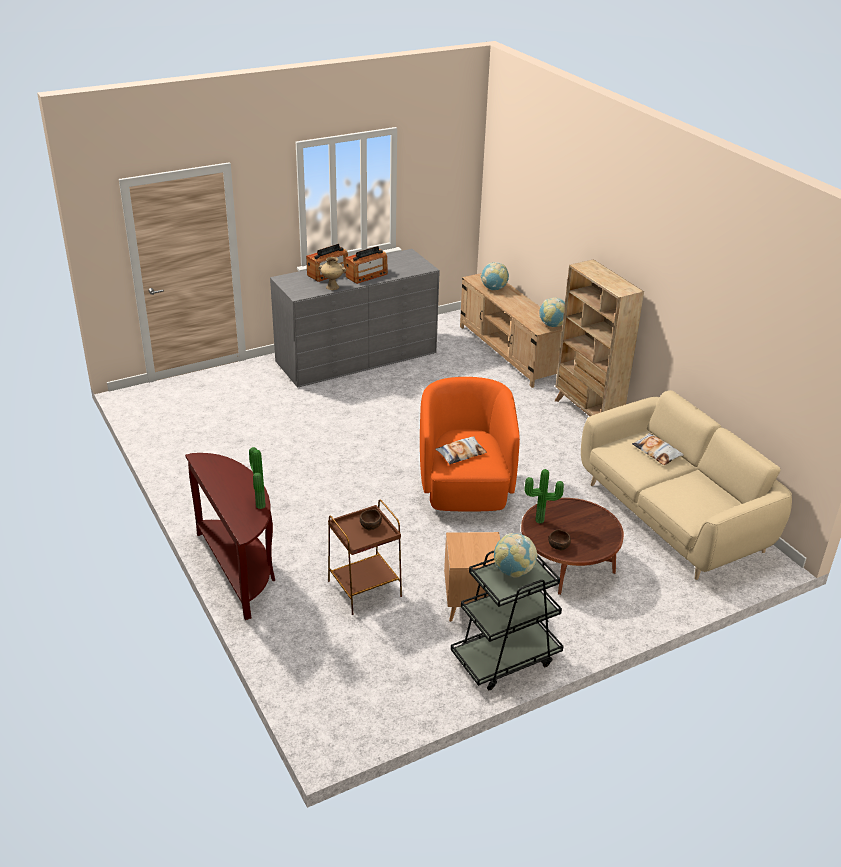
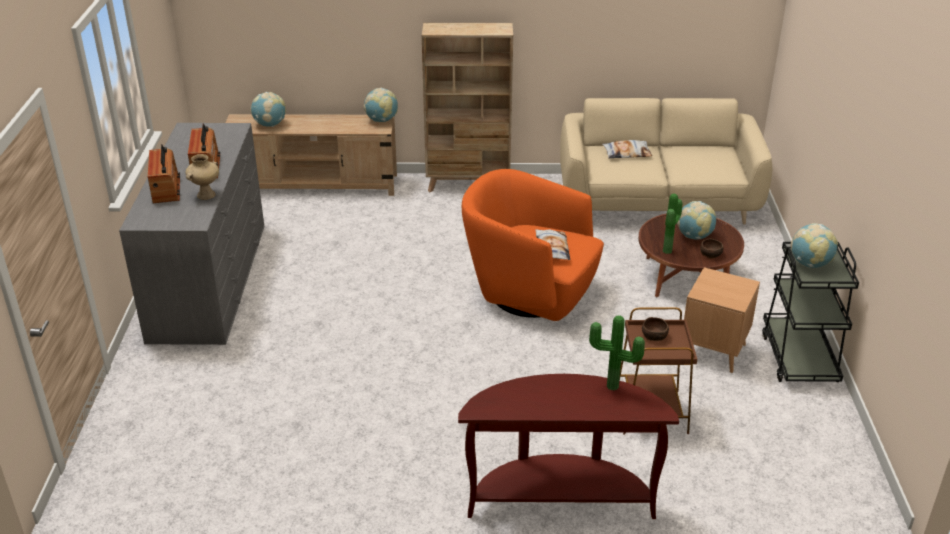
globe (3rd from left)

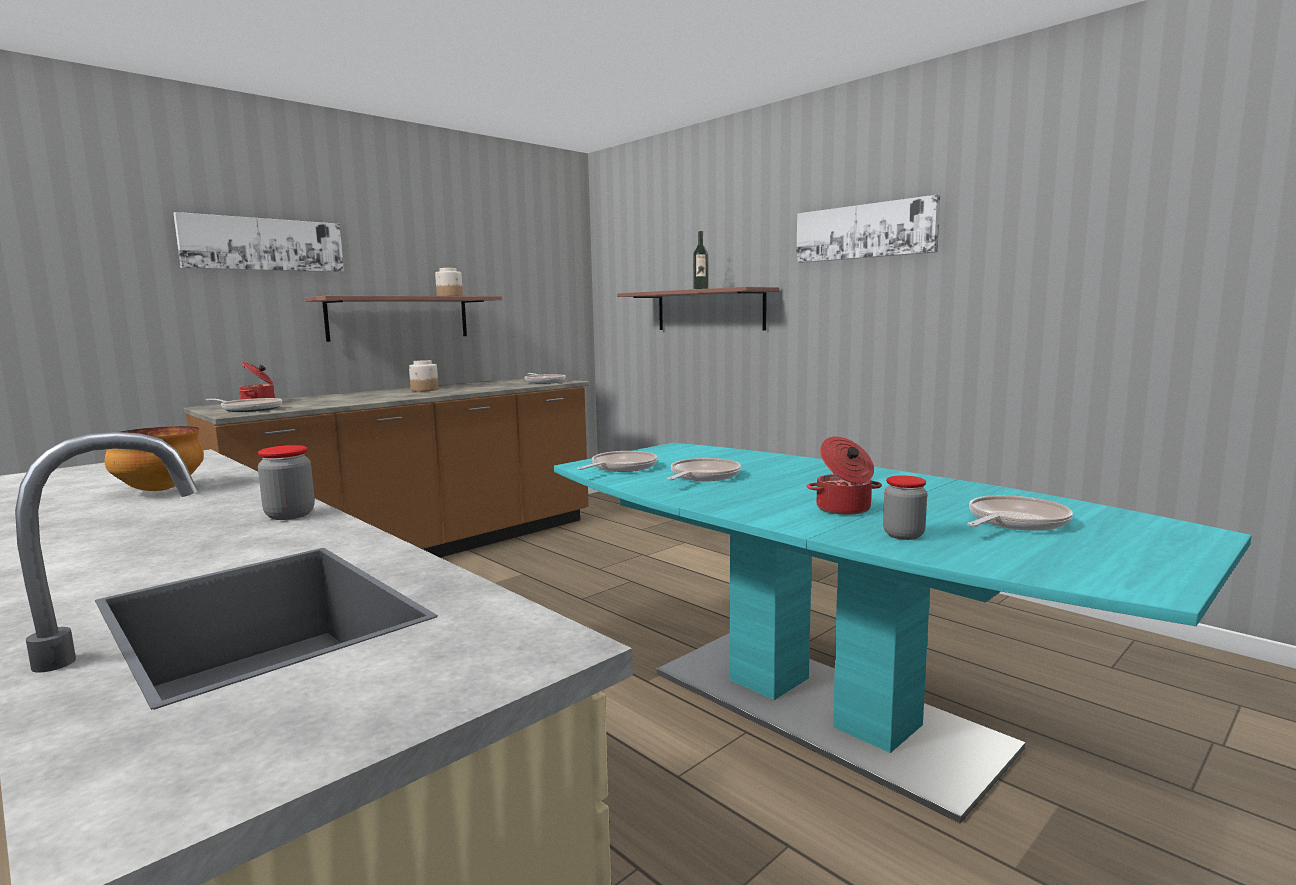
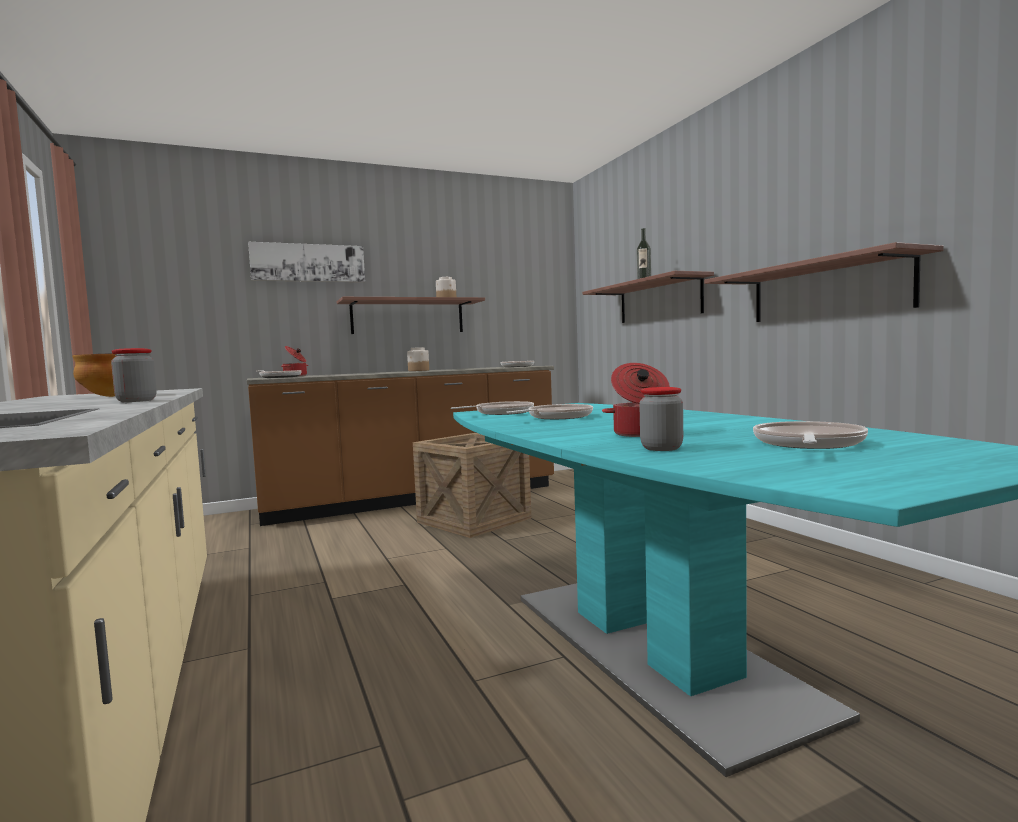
picture (2nd from left in the first image); frying pan (5th from left); crate; shelf (3rd from left)

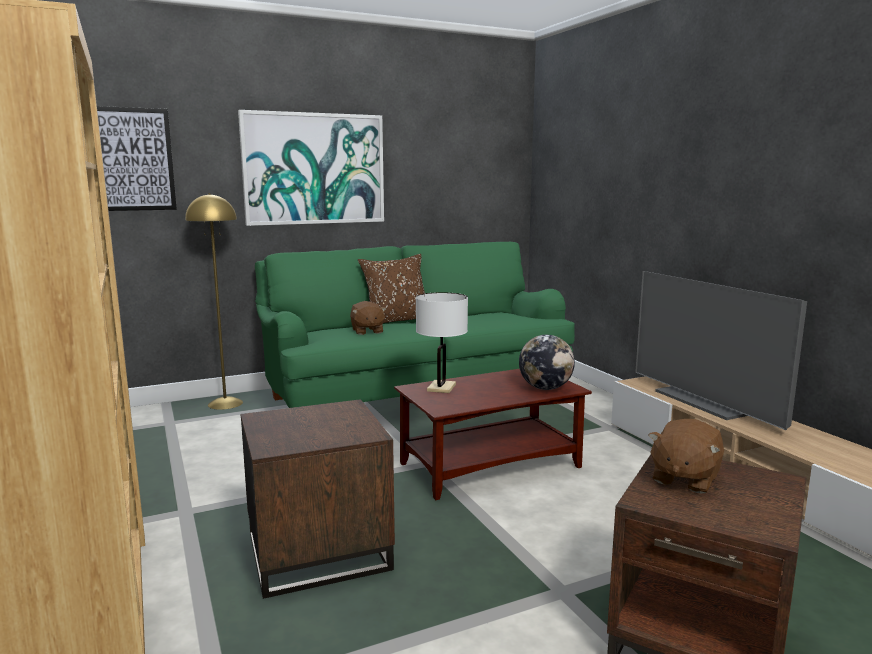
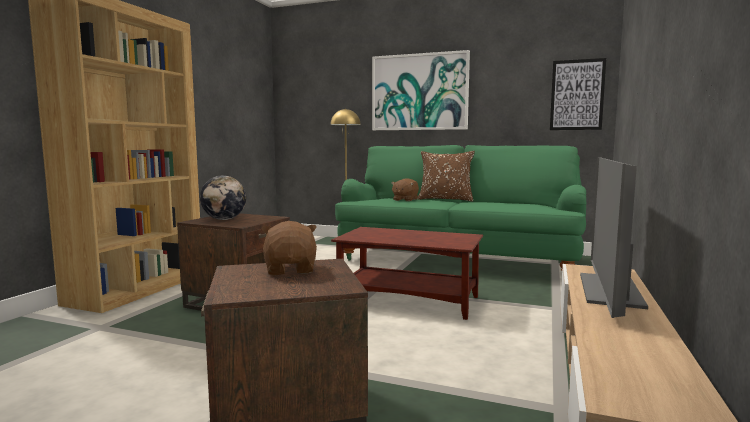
picture (2nd from left); table lamp in white; globe; plush toy in brown (1st from left)

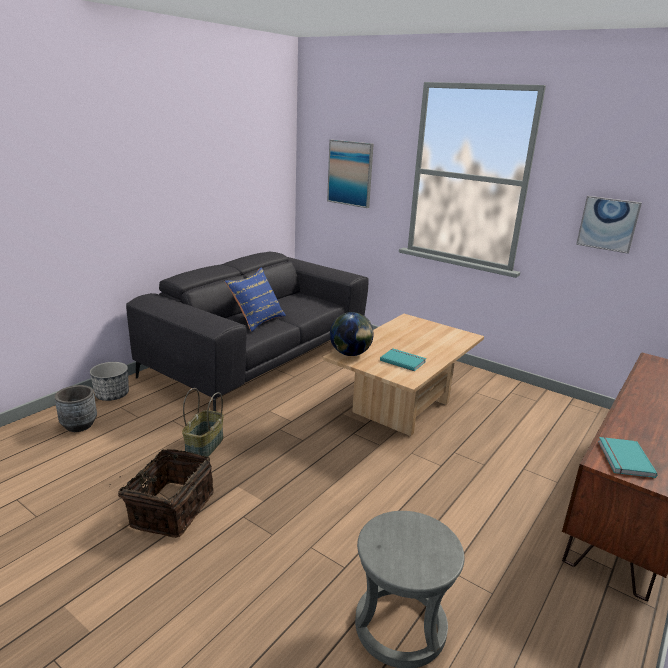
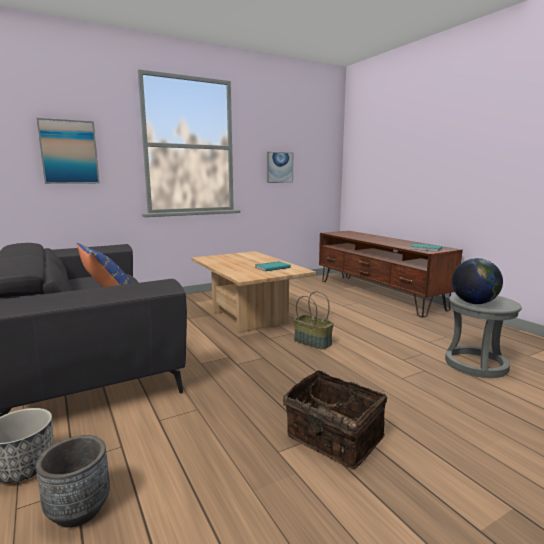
basket (1st from left); globe

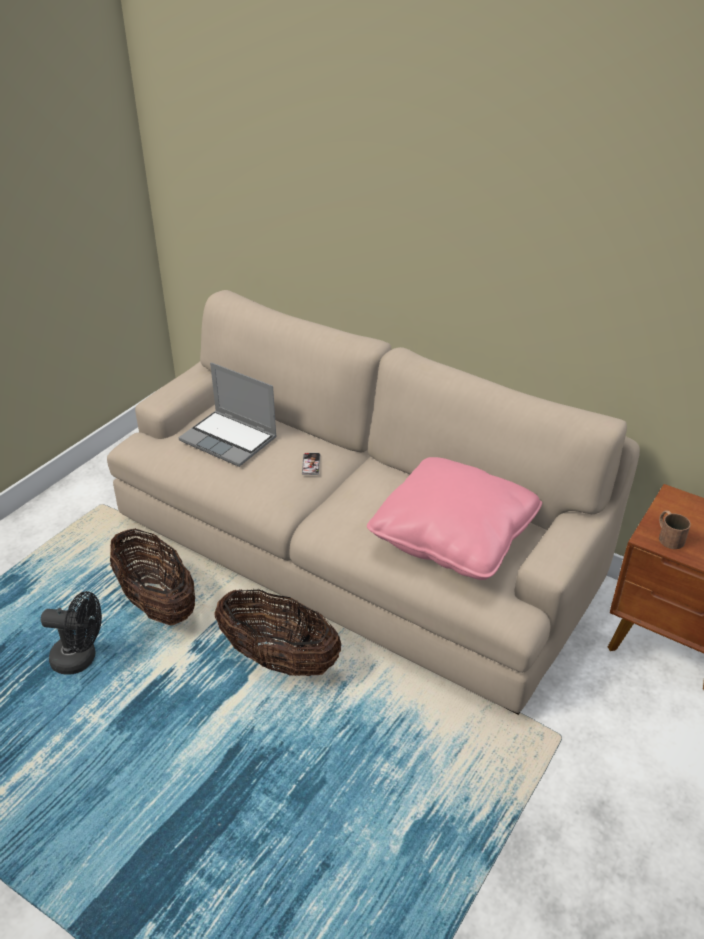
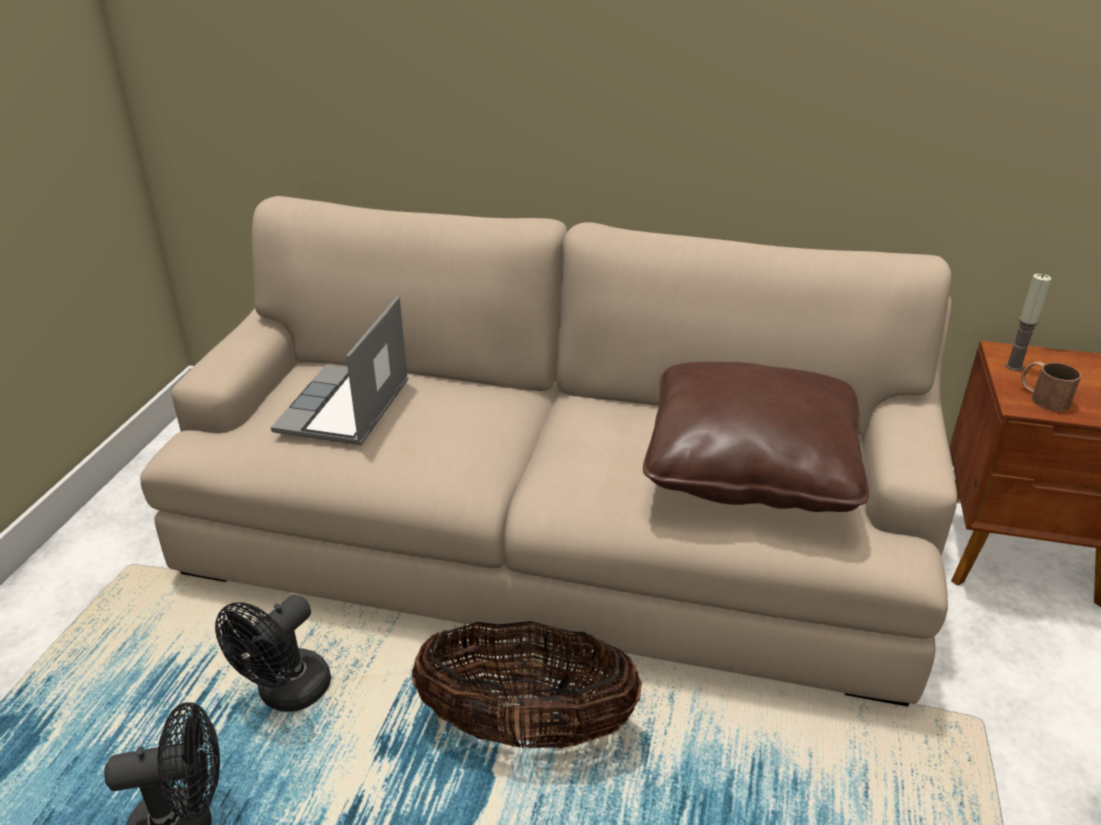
fan in black (2nd from left); laptop; phone; pillow in brown; candle

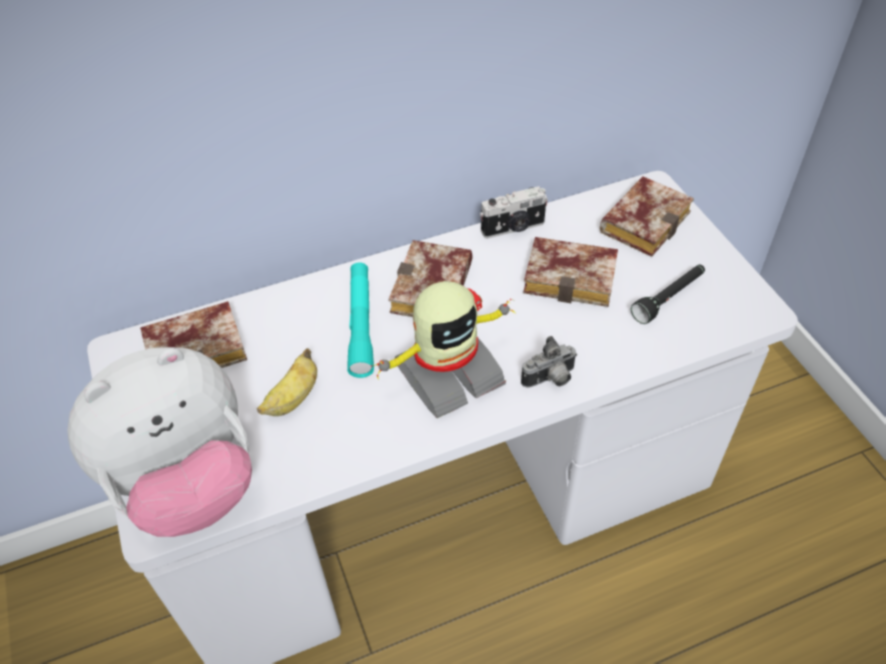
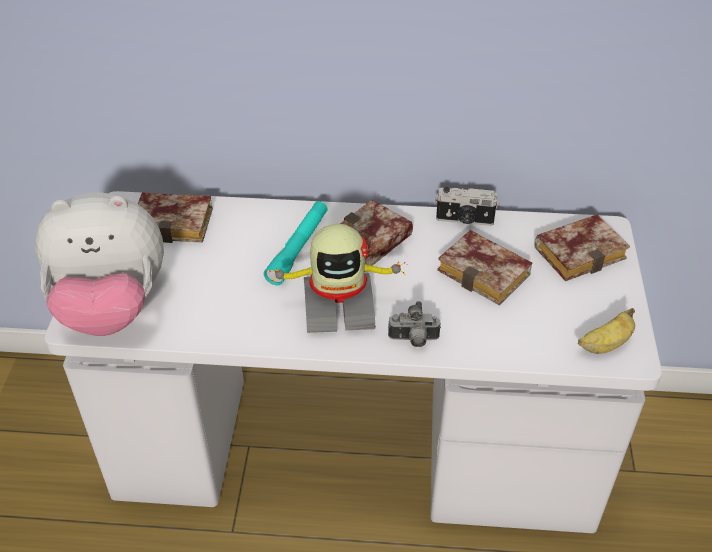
banana; flashlight in black

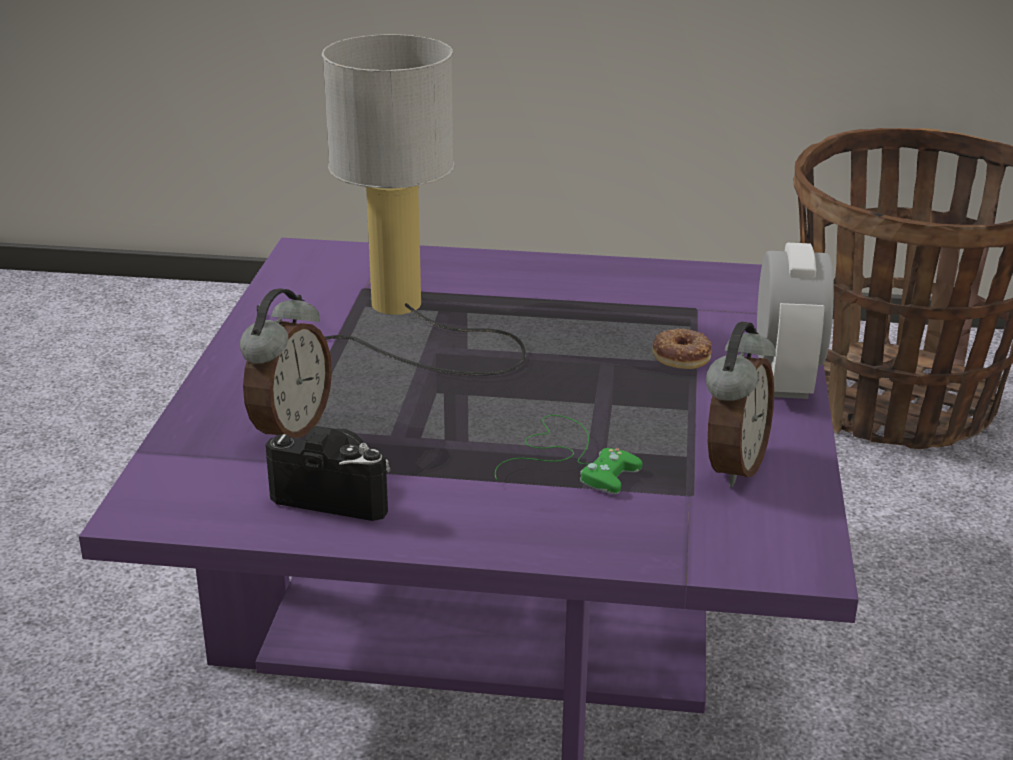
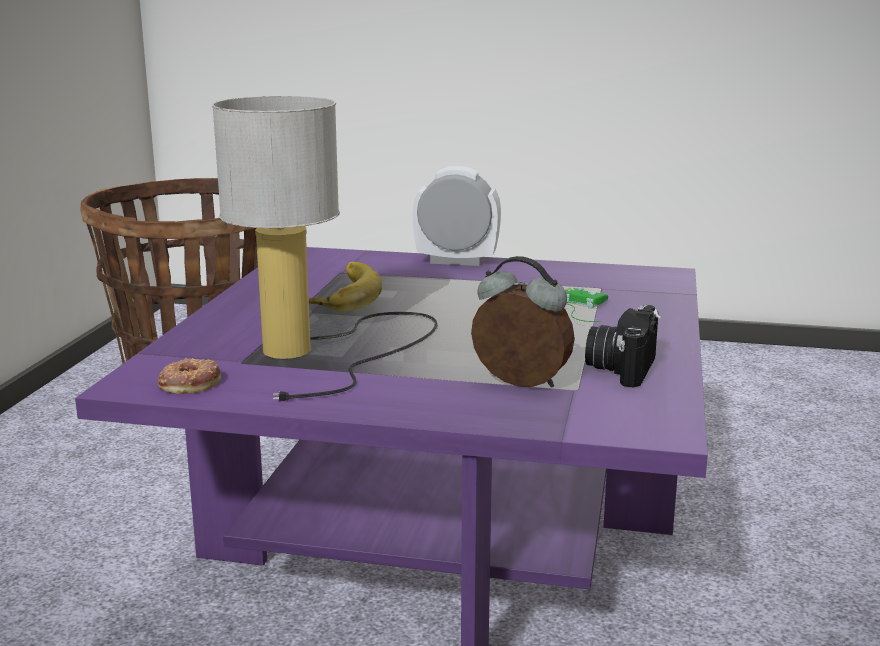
donut; alarm clock (2nd from left in the first image); banana

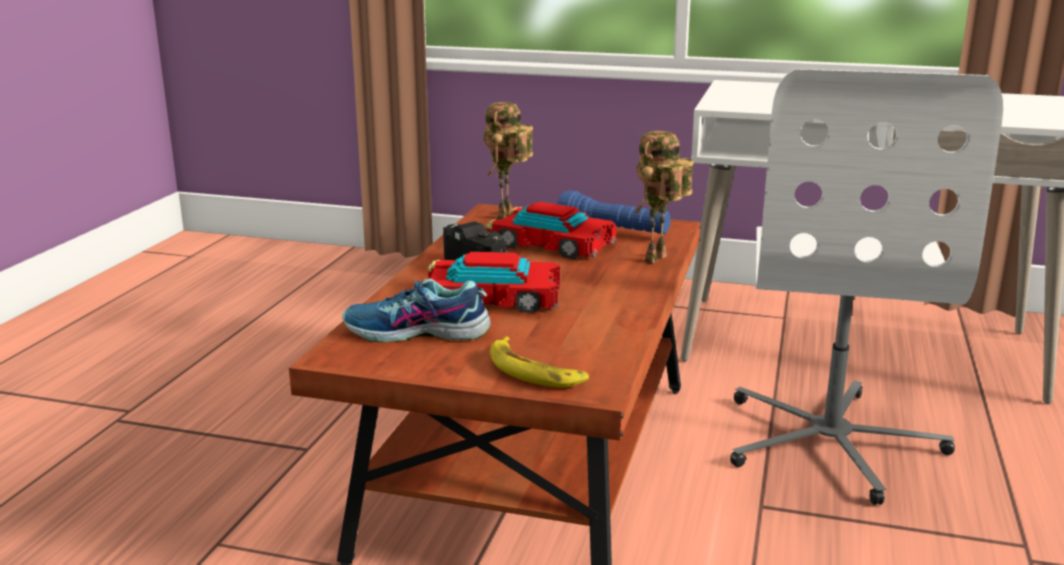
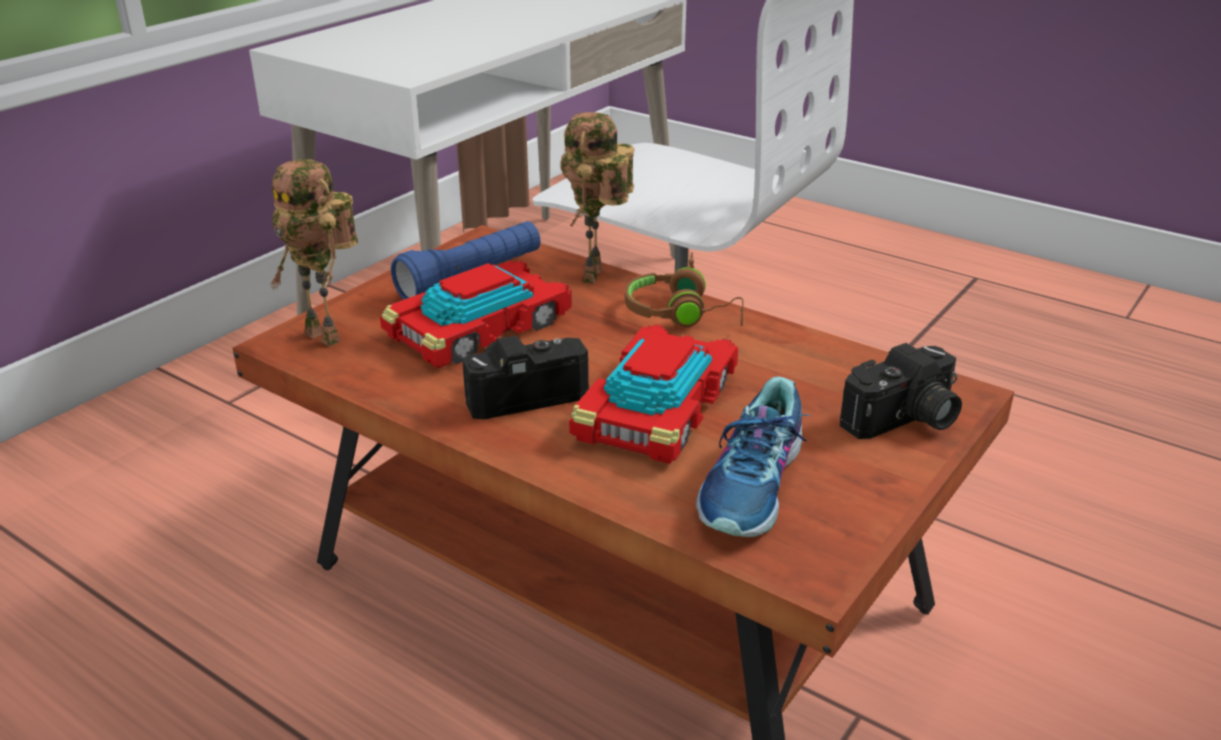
photo camera (2nd from left); toy robot (2nd from left); headphones in brown

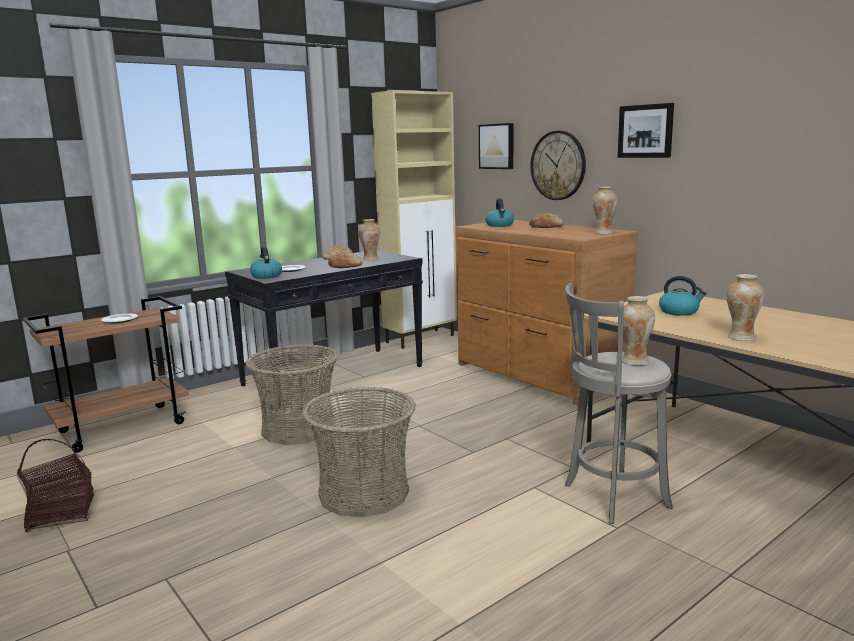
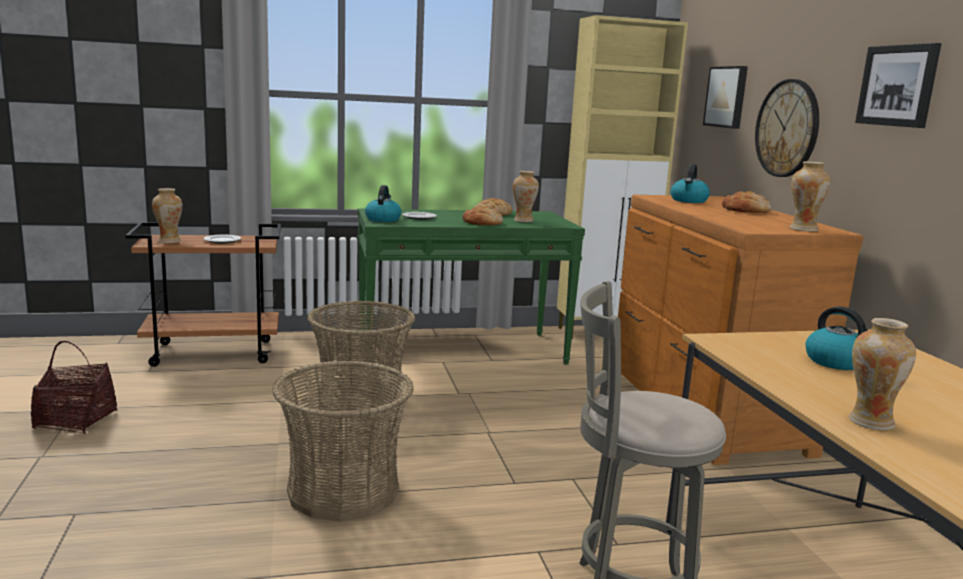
console table in green; vase (1st from left)

